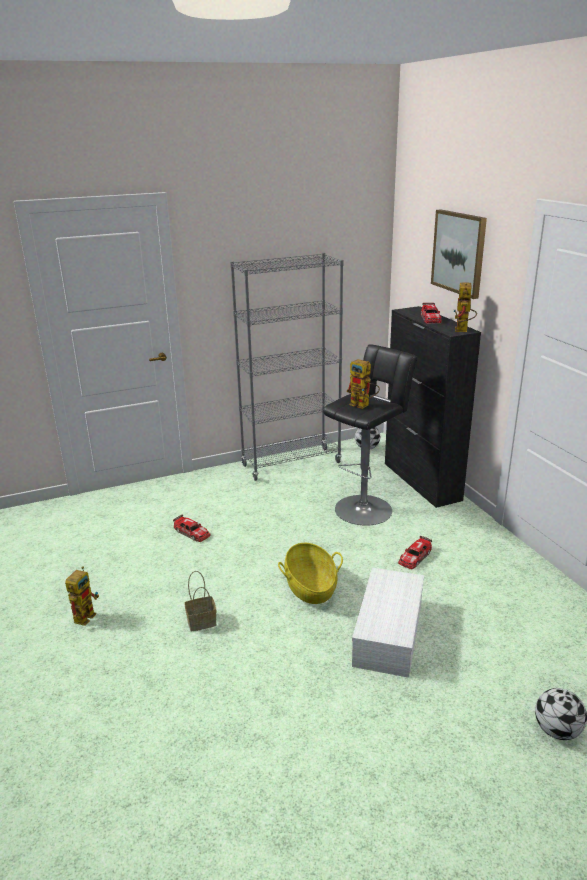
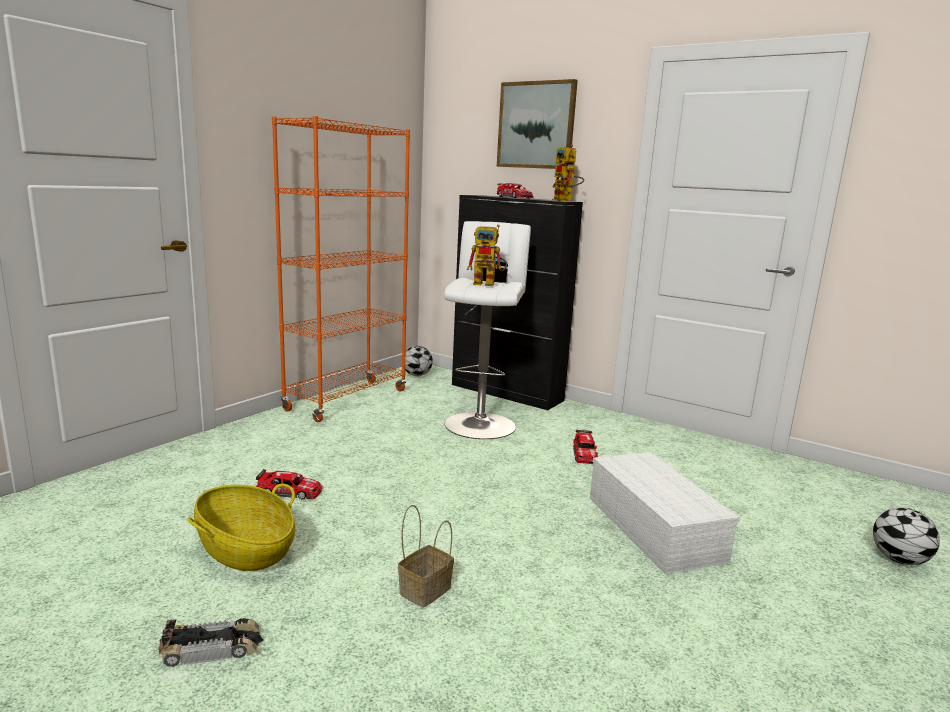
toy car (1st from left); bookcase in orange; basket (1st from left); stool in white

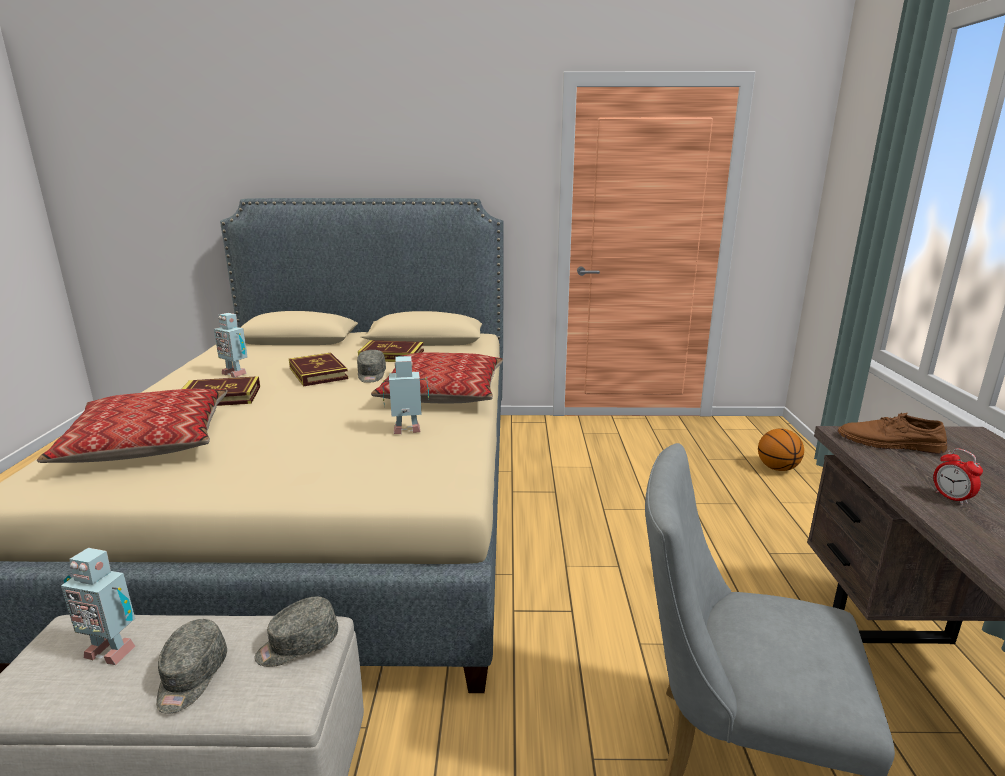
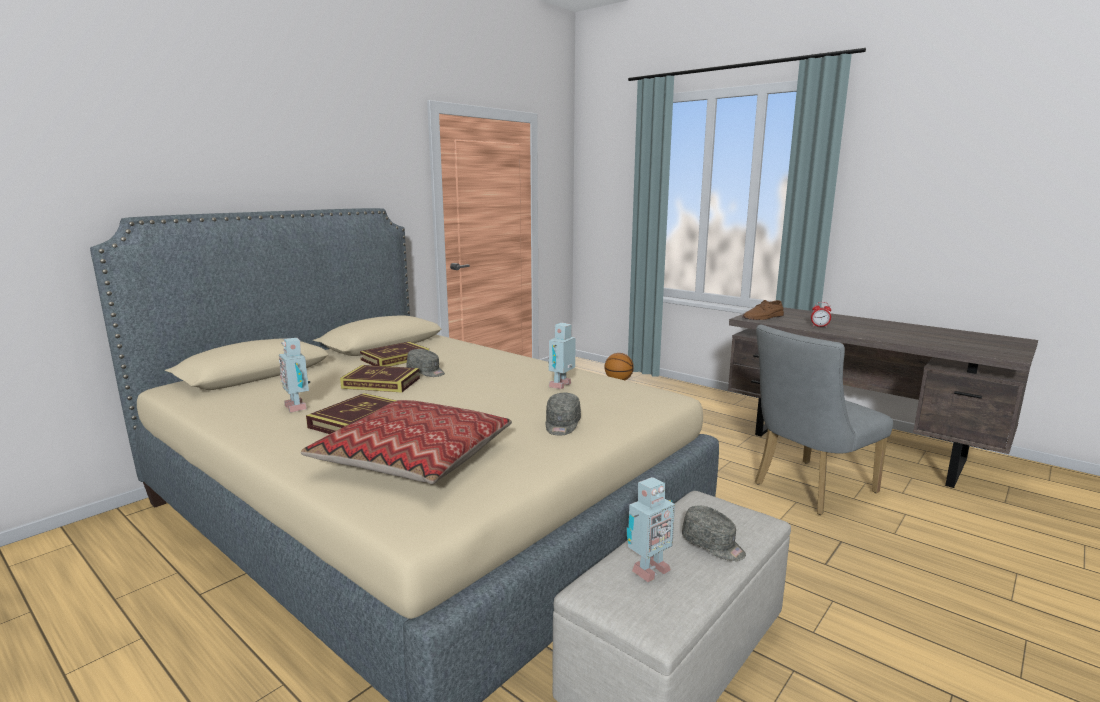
toy robot (1st from left); cap in grey (2nd from left); pillow (2nd from left in the first image)

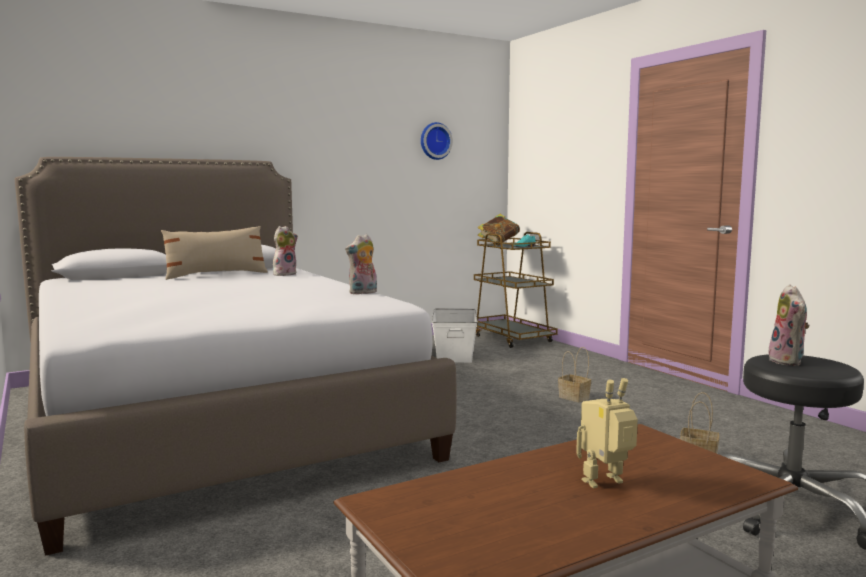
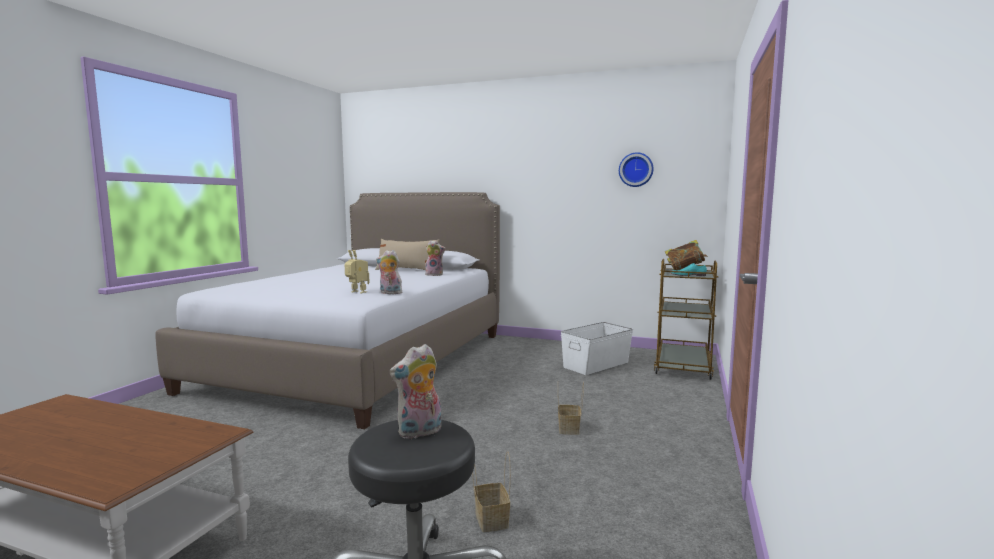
toy robot

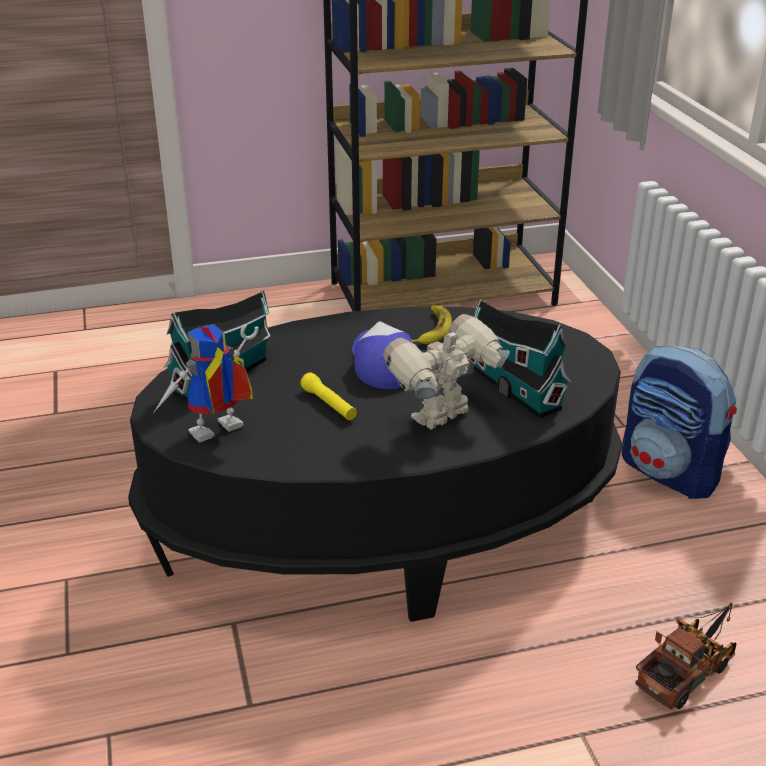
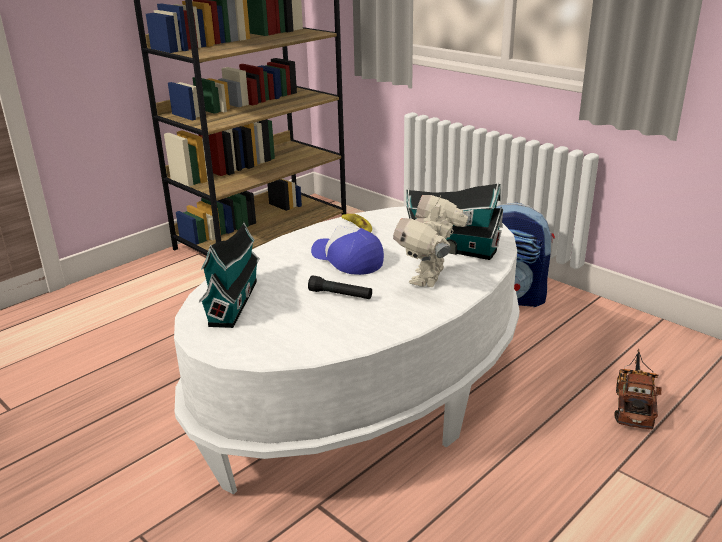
coffee table in white; toy robot (1st from left in the first image); flashlight in black

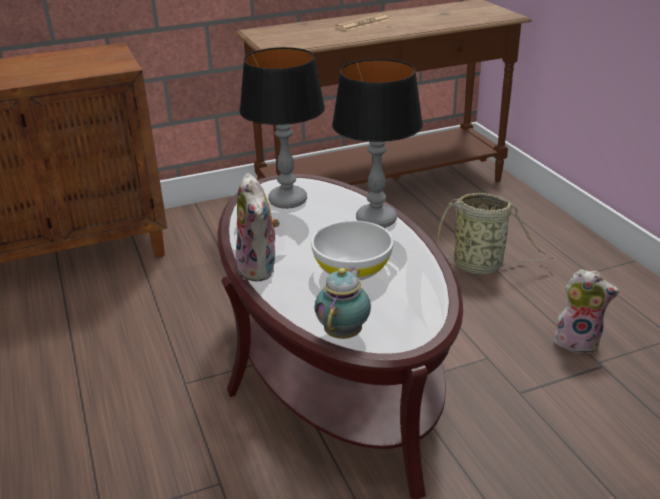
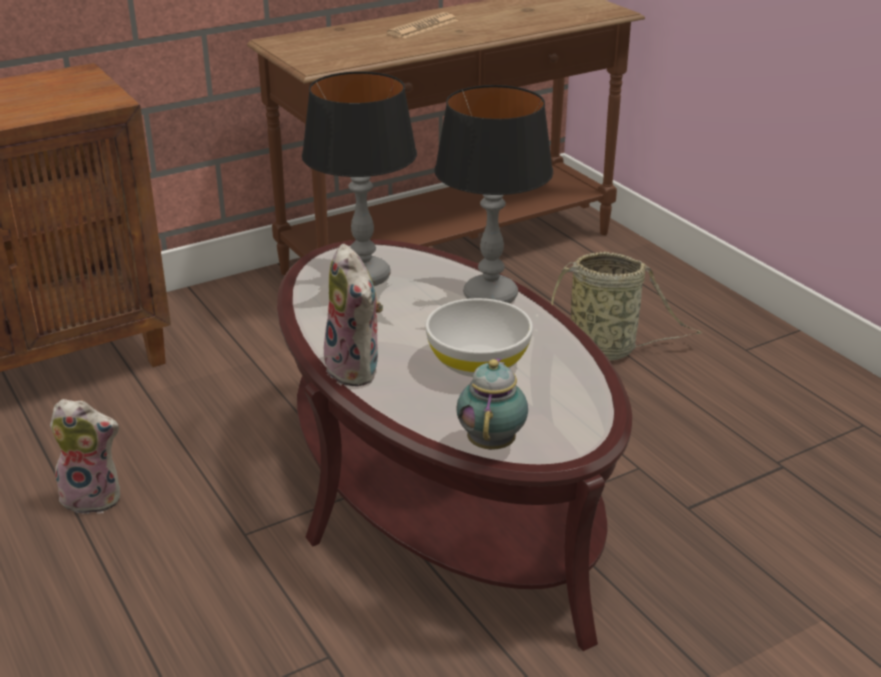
plush toy (1st from left)

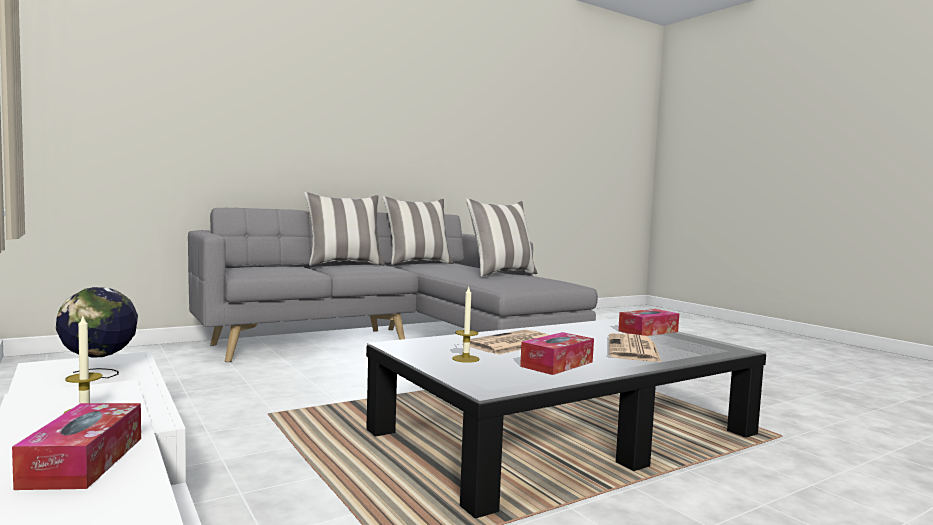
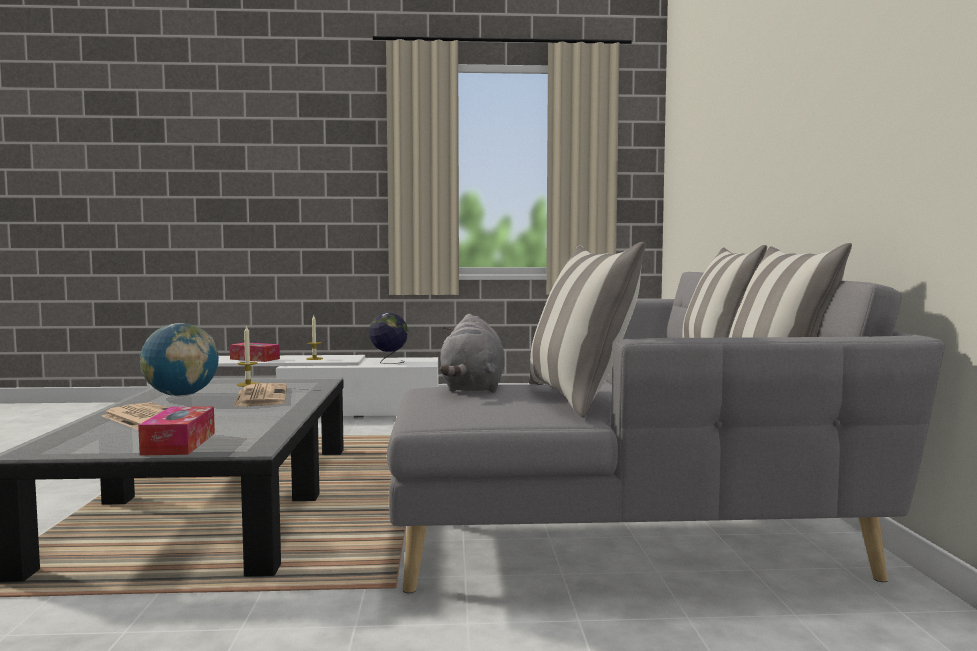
globe (1st from left); plush toy in grey

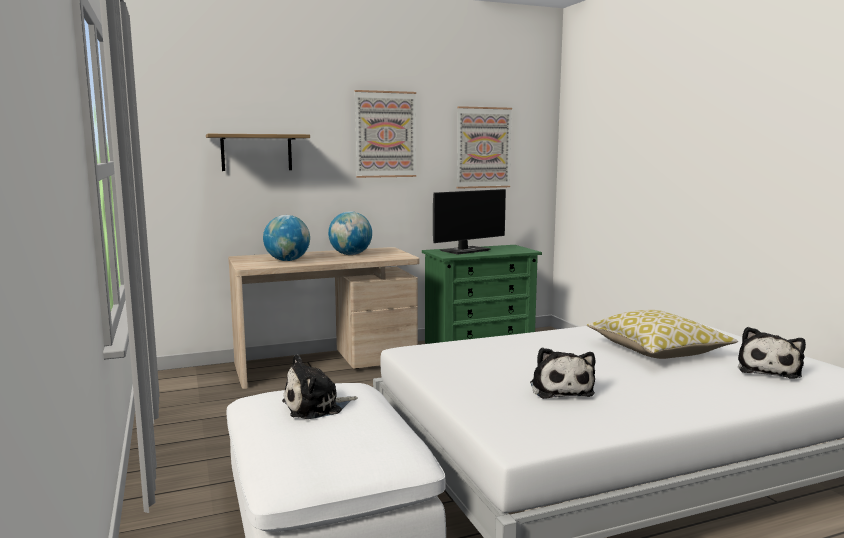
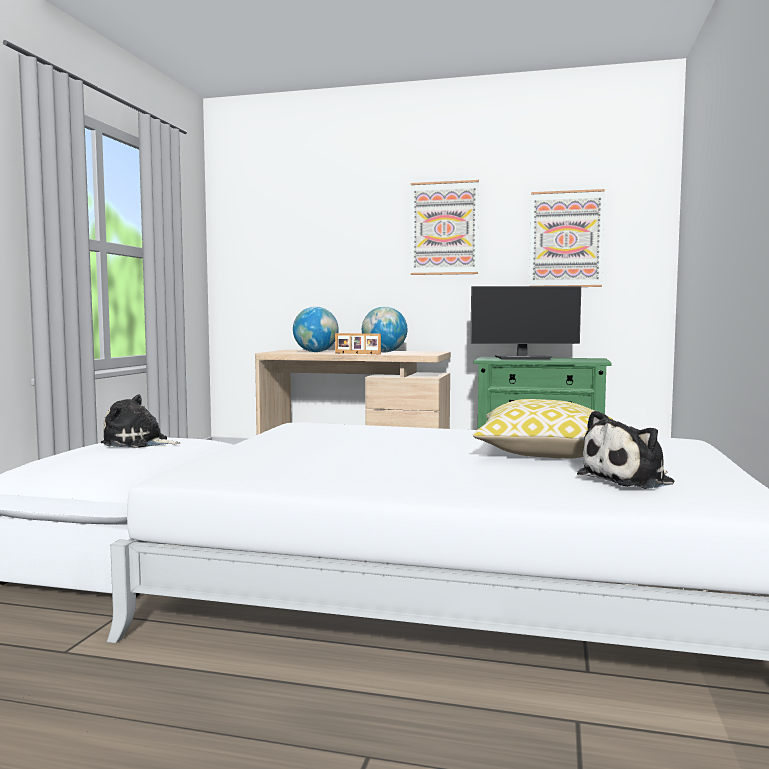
shelf; plush toy (2nd from left in the first image); picture frame

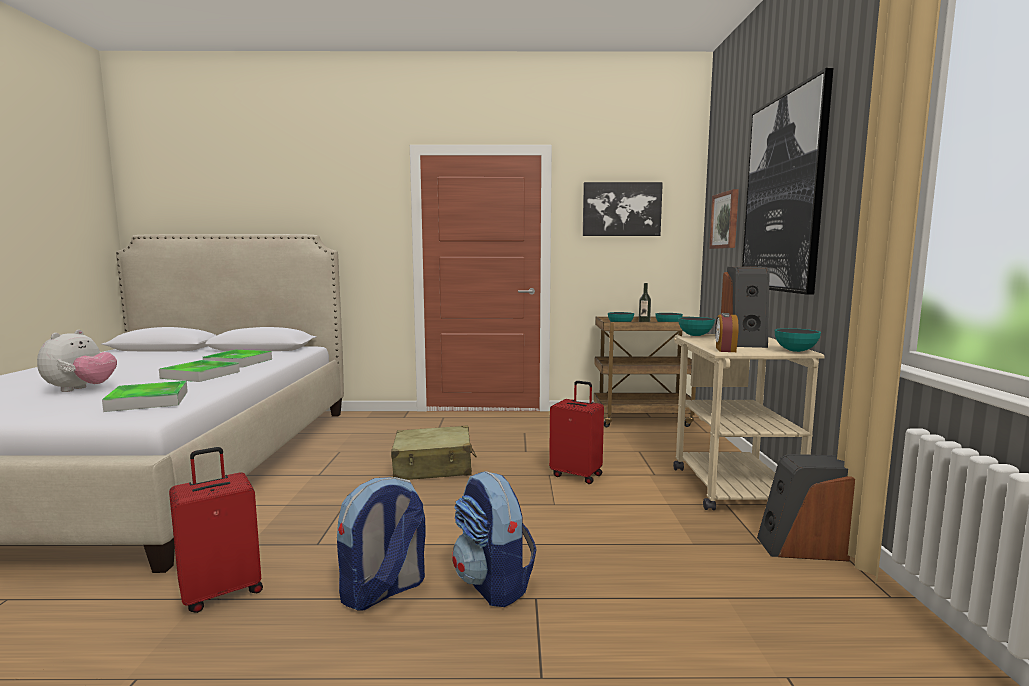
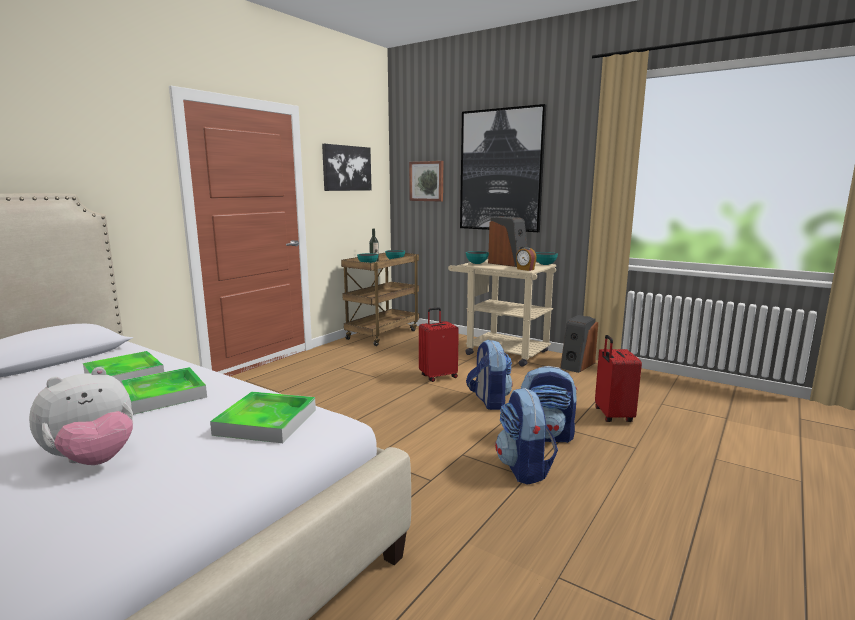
plush toy; suitcase in red (2nd from left); suitcase in beige; backpack (1st from left)

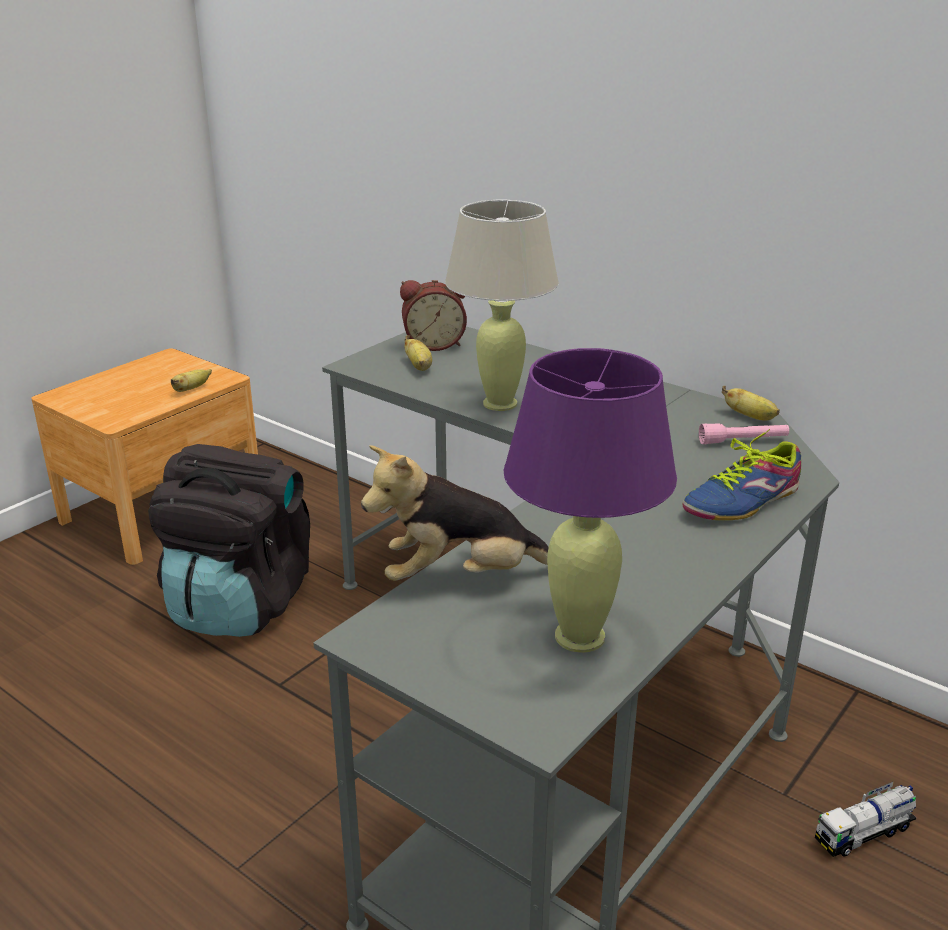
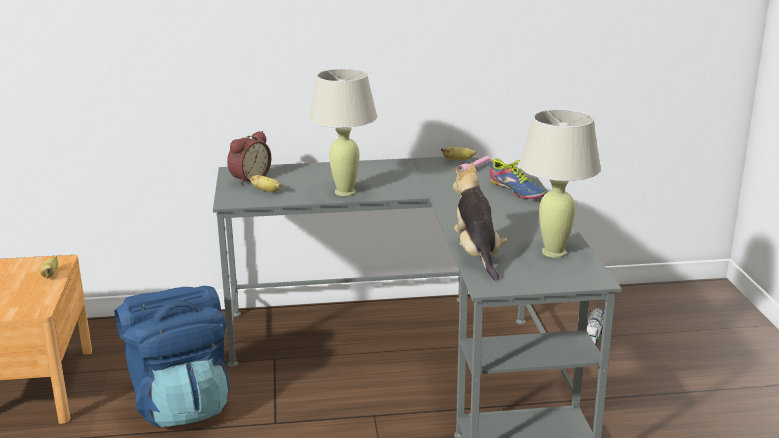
backpack in blue; plush toy; table lamp in beige (2nd from left); shoe

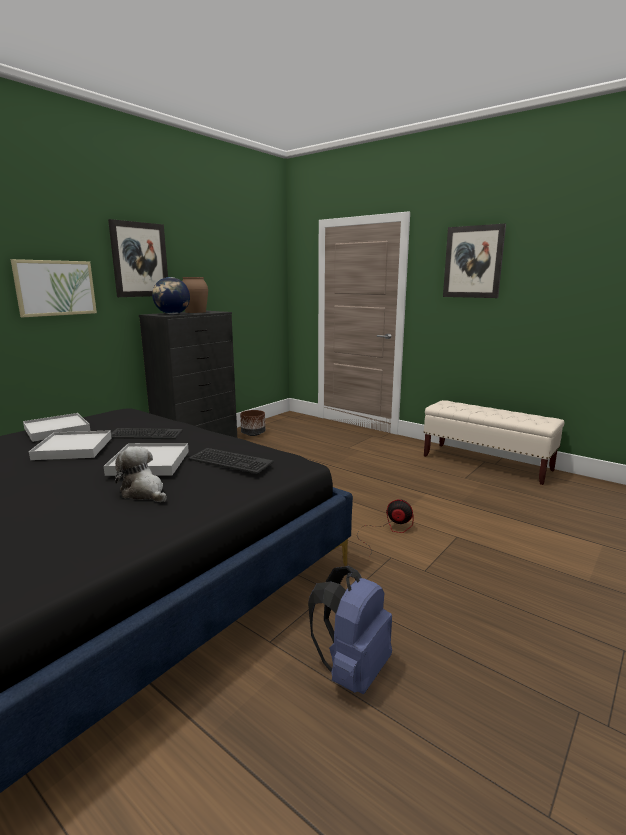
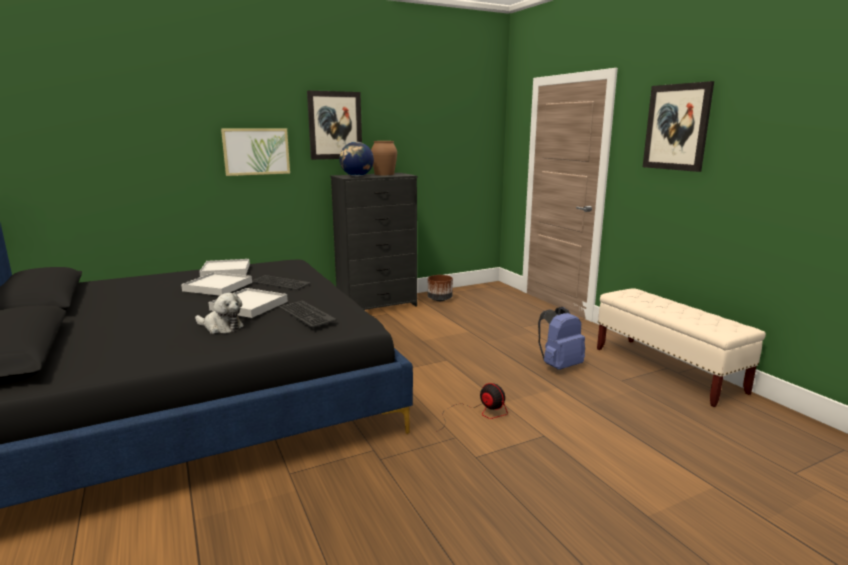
plush toy; backpack in blue

